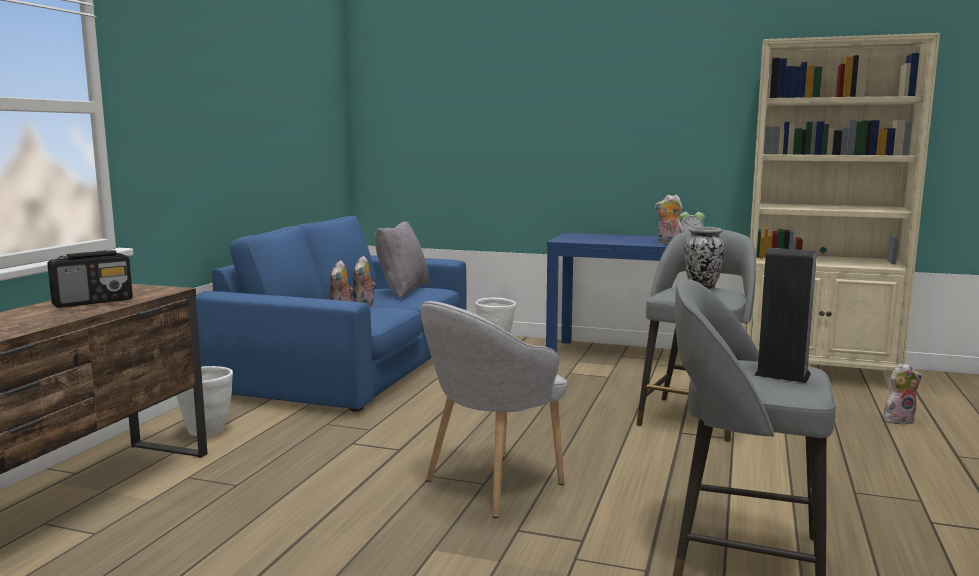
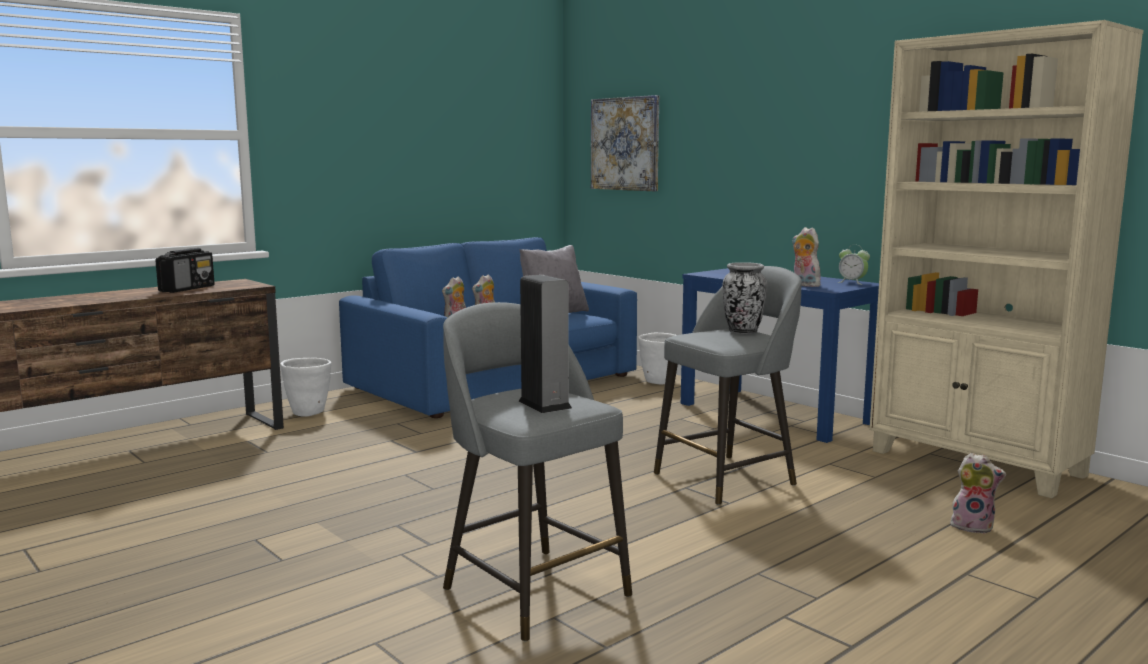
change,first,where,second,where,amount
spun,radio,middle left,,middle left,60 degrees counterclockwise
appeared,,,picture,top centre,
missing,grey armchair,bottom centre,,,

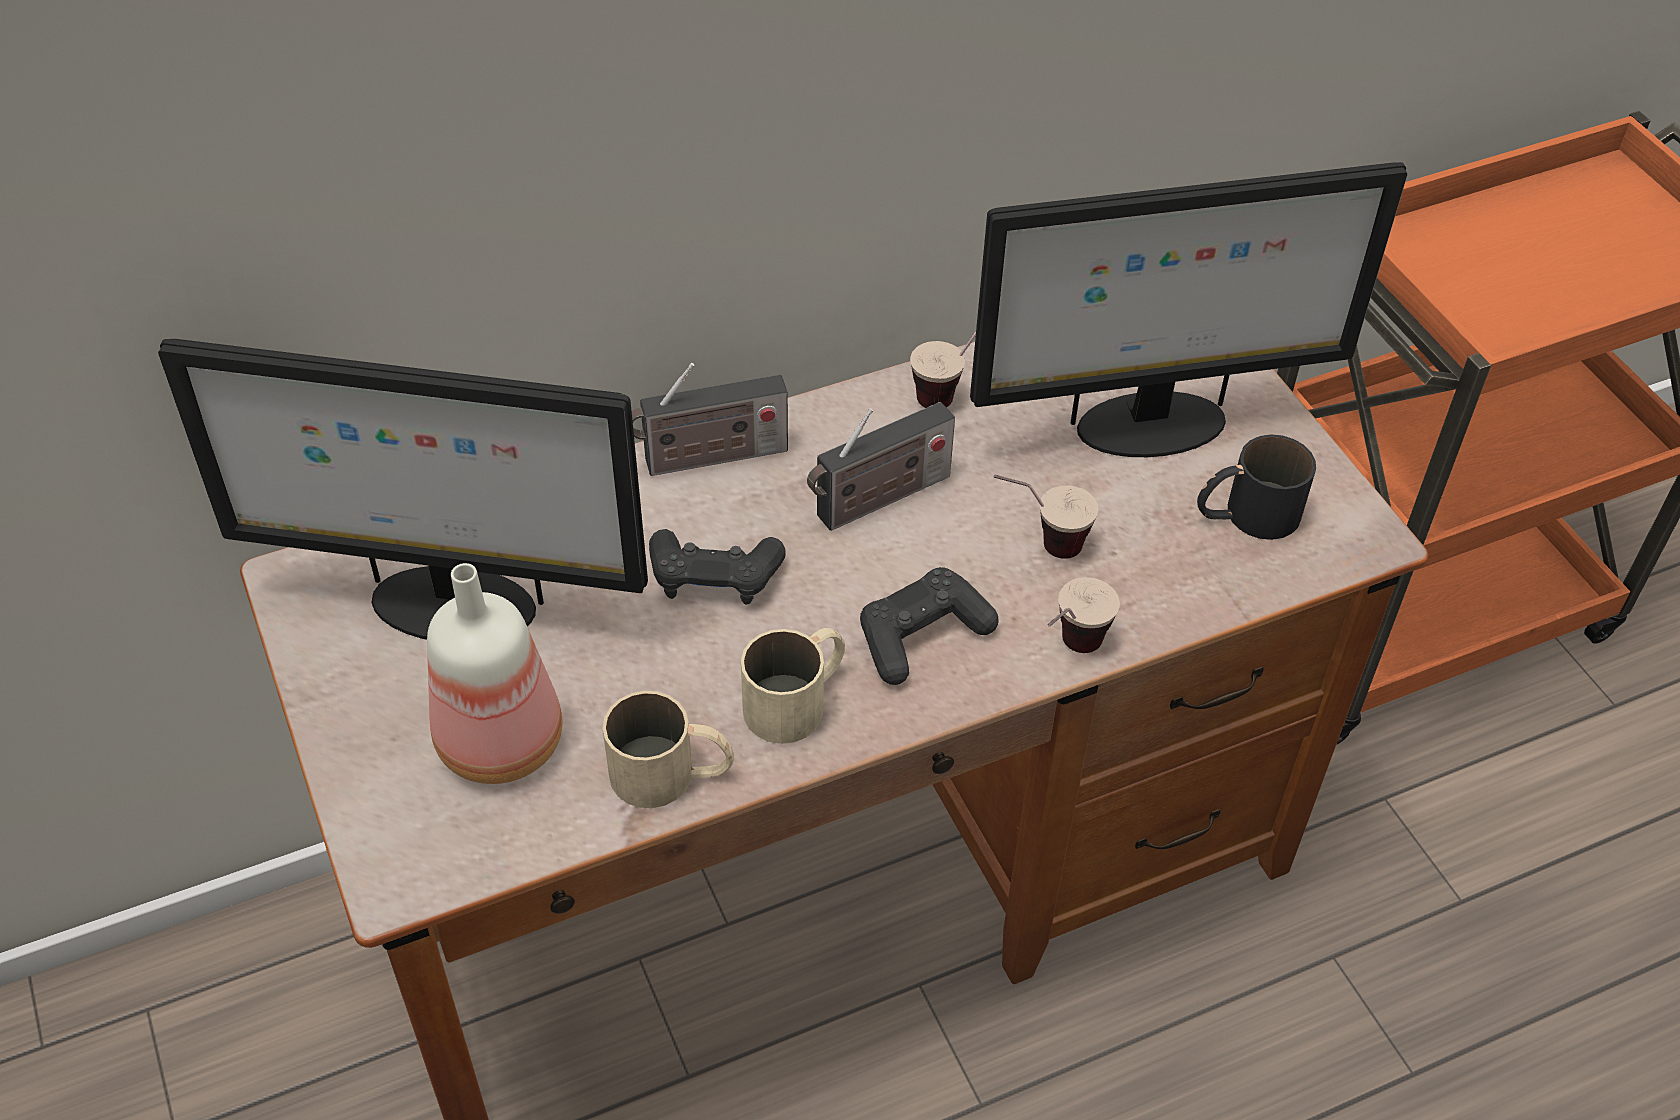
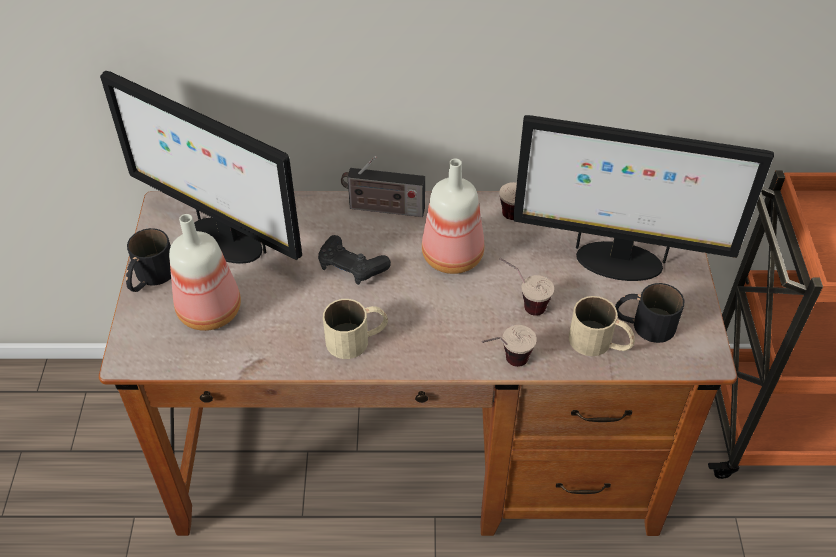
change,first,where,second,where,amount
appeared,,,black mug (no. 1 from left),middle left,
exchanged,radio (no. 2 from left),centre,bottle (no. 2 from left),centre,
relocated,beige mug (no. 1 from left in the first image),bottom centre,beige mug (no. 2 from left),middle right,
missing,black game controller (no. 2 from left),centre,,,

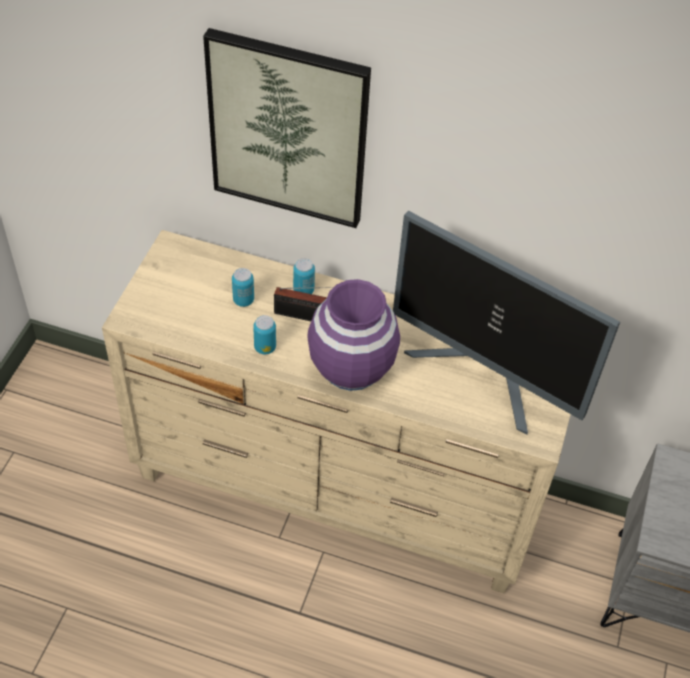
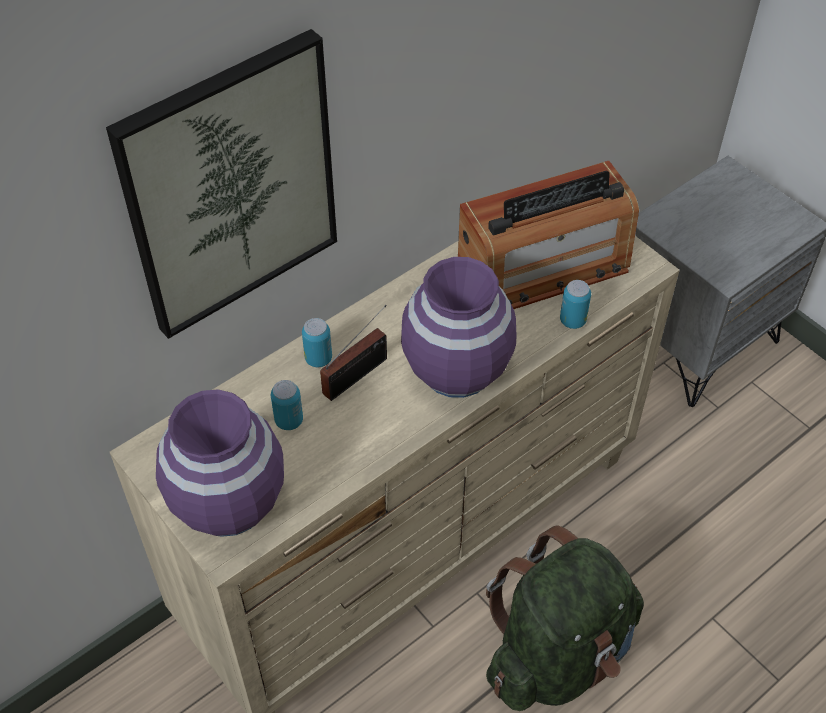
change,first,where,second,where,amount
appeared,,,purple vase (no. 1 from left),middle left,
exchanged,monitor,middle right,radio (no. 2 from left),top centre,
appeared,,,green backpack,bottom right,
relocated,can (no. 2 from left in the first image),centre,can (no. 3 from left),middle right,

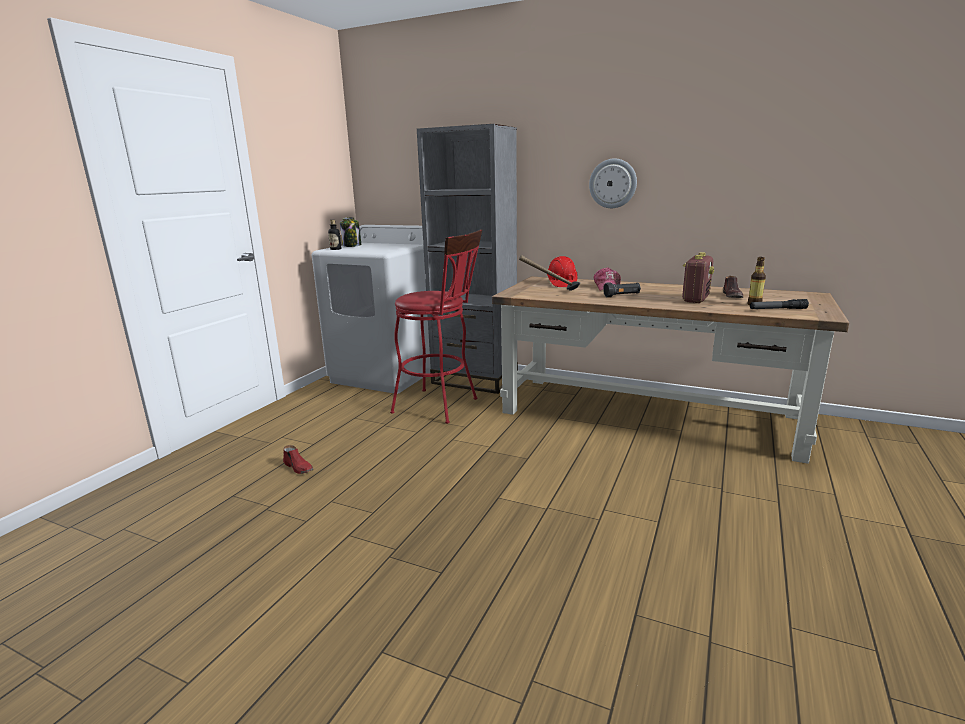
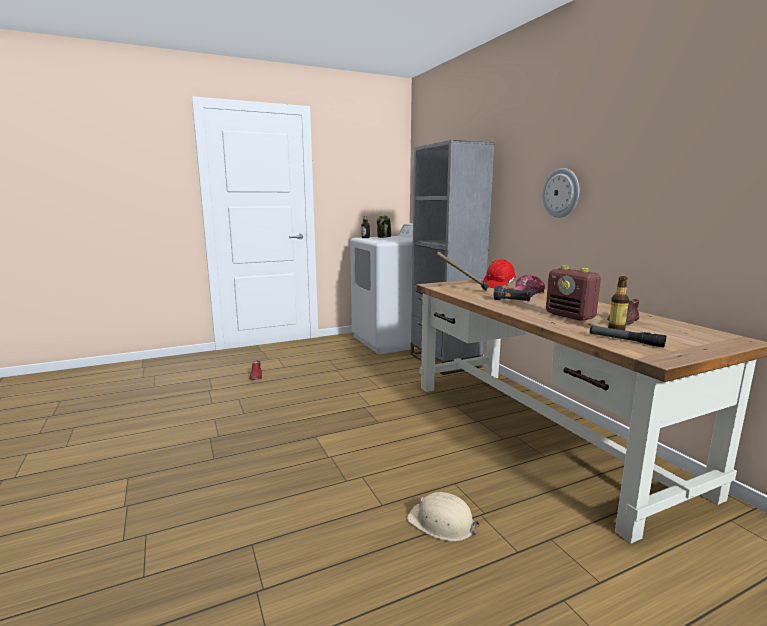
change,first,where,second,where,amount
appeared,,,beige hard hat,bottom centre,
spun,radio,middle right,,middle right,75 degrees clockwise
missing,red stool,centre,,,

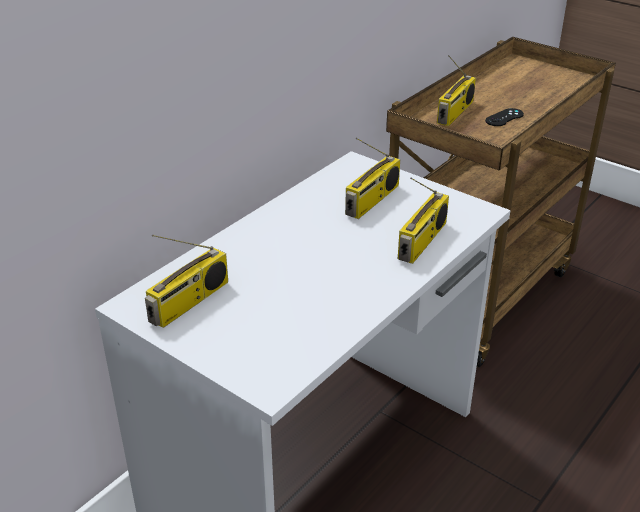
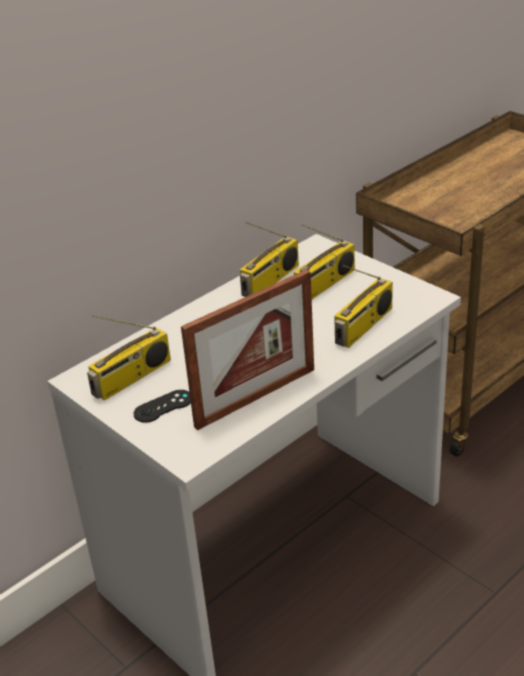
change,first,where,second,where,amount
relocated,black game controller,top right,,middle left,
appeared,,,picture frame,centre,
relocated,radio (no. 4 from left in the first image),top right,radio (no. 2 from left),centre,

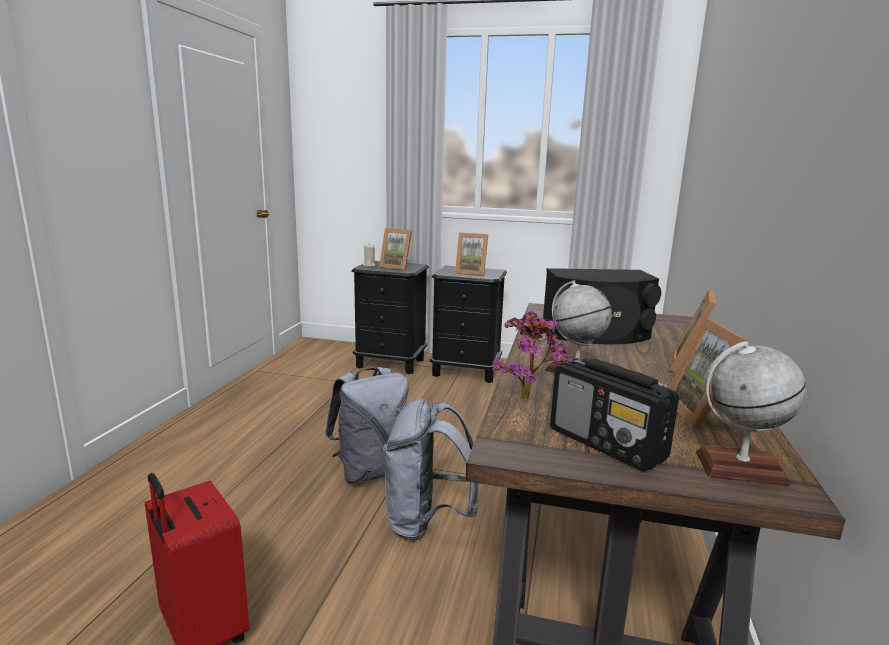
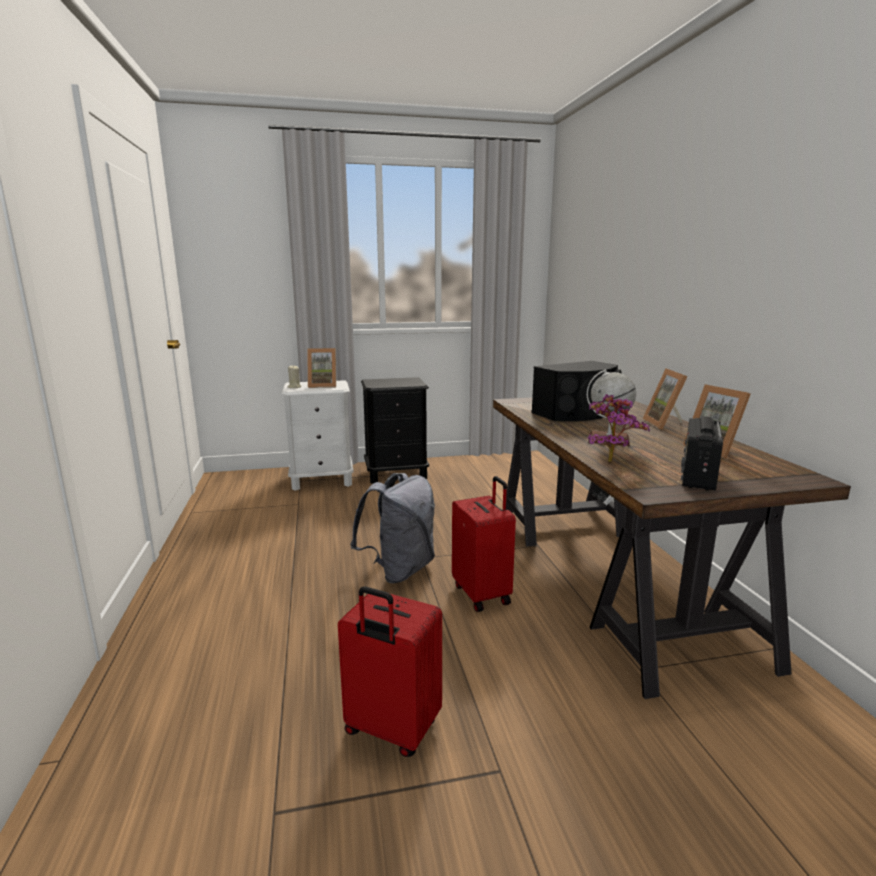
change,first,where,second,where,amount
colour,black nightstand (no. 1 from left),centre,white nightstand,centre,
exchanged,grey backpack (no. 2 from left),bottom centre,red suitcase (no. 2 from left),centre,
spun,radio,middle right,,middle right,90 degrees clockwise
missing,picture frame (no. 2 from left),centre,,,
missing,globe (no. 2 from left),middle right,,,

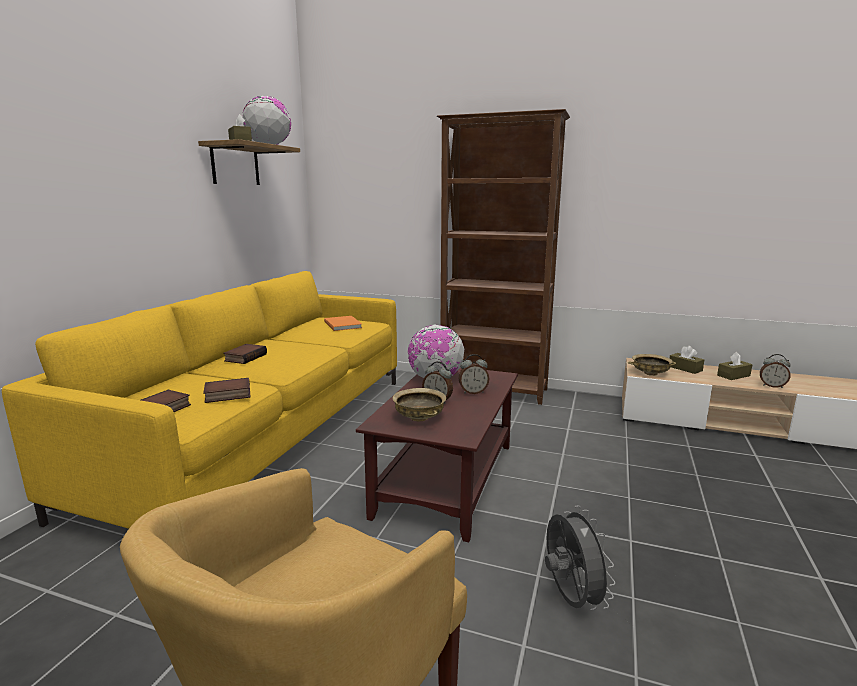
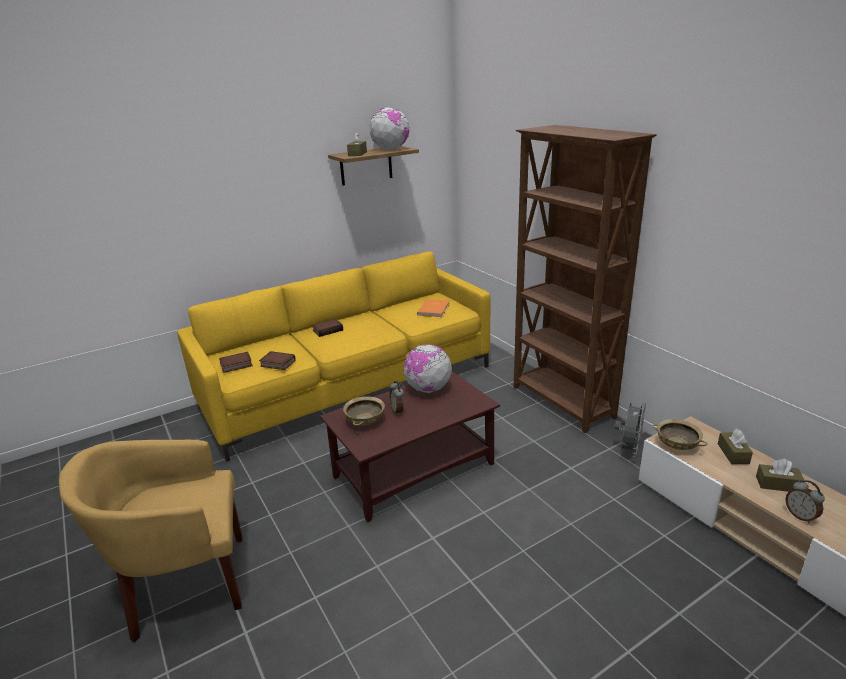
change,first,where,second,where,amount
relocated,grey fan,bottom right,,middle right,
missing,alarm clock (no. 2 from left),centre,,,

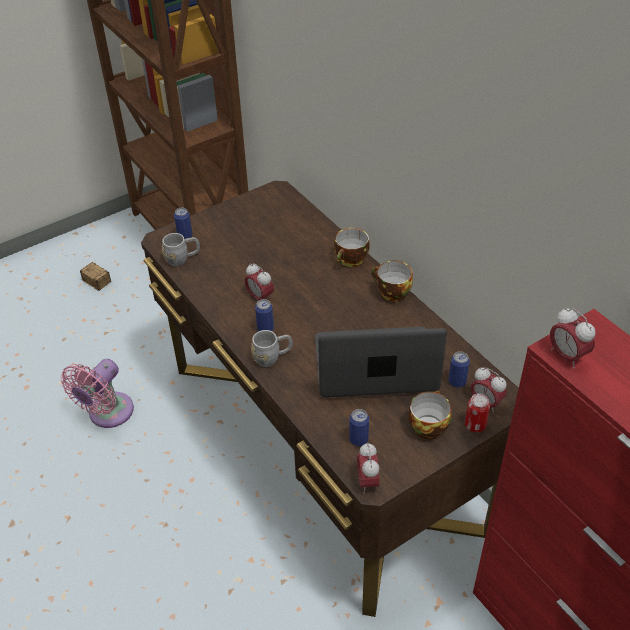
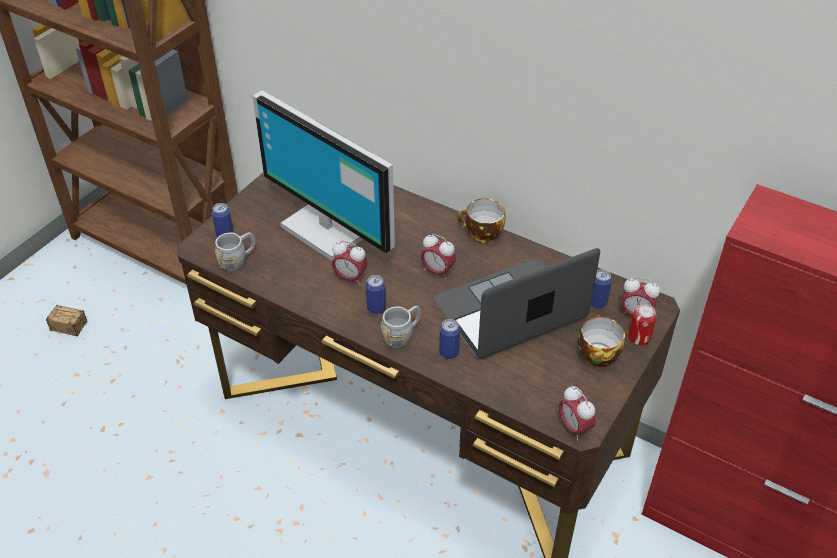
change,first,where,second,where,amount
appeared,,,monitor,top centre,
relocated,alarm clock (no. 4 from left in the first image),middle right,alarm clock (no. 2 from left),centre,
relocated,can (no. 3 from left),bottom centre,,centre,
missing,pink fan,middle left,,,
missing,cup (no. 1 from left),centre,,,

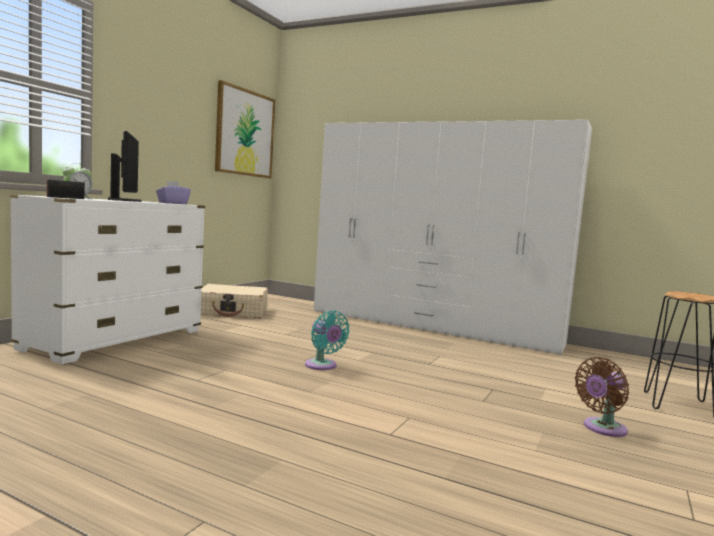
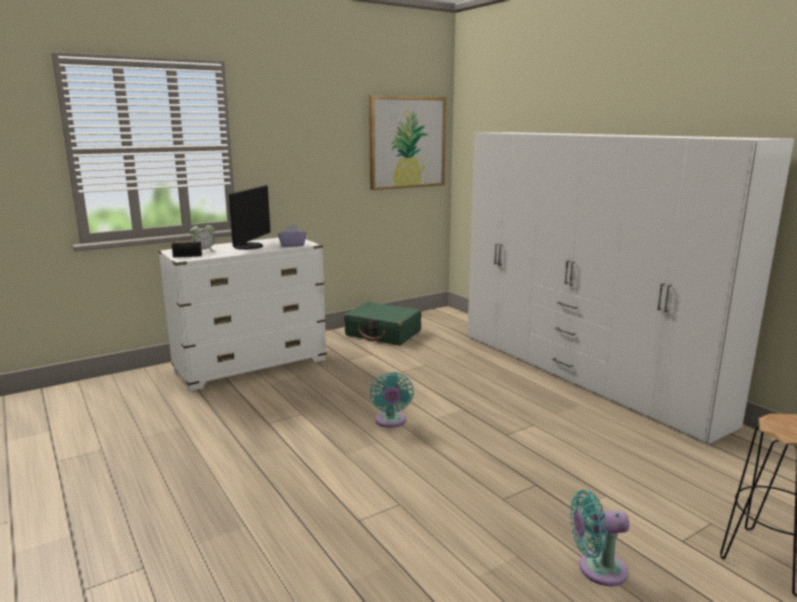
change,first,where,second,where,amount
colour,beige suitcase,middle left,green suitcase,centre,
colour,brown fan,bottom right,turquoise fan (no. 2 from left),bottom right,

